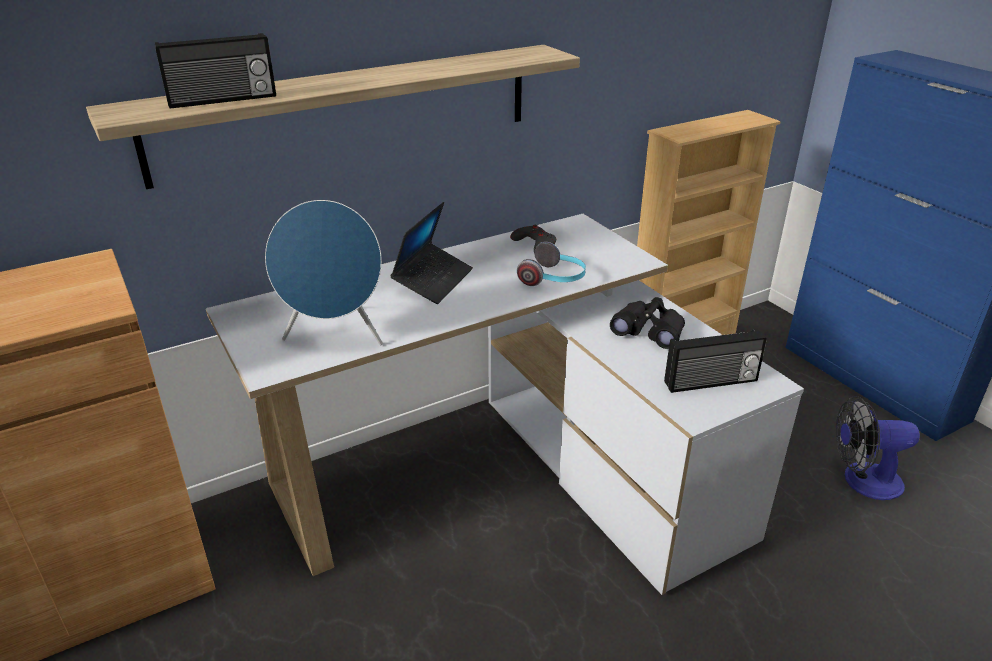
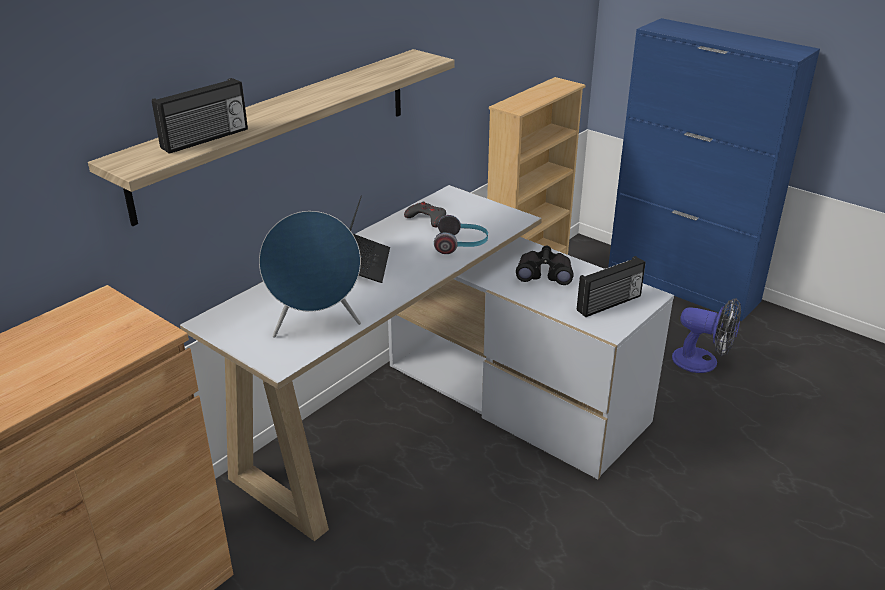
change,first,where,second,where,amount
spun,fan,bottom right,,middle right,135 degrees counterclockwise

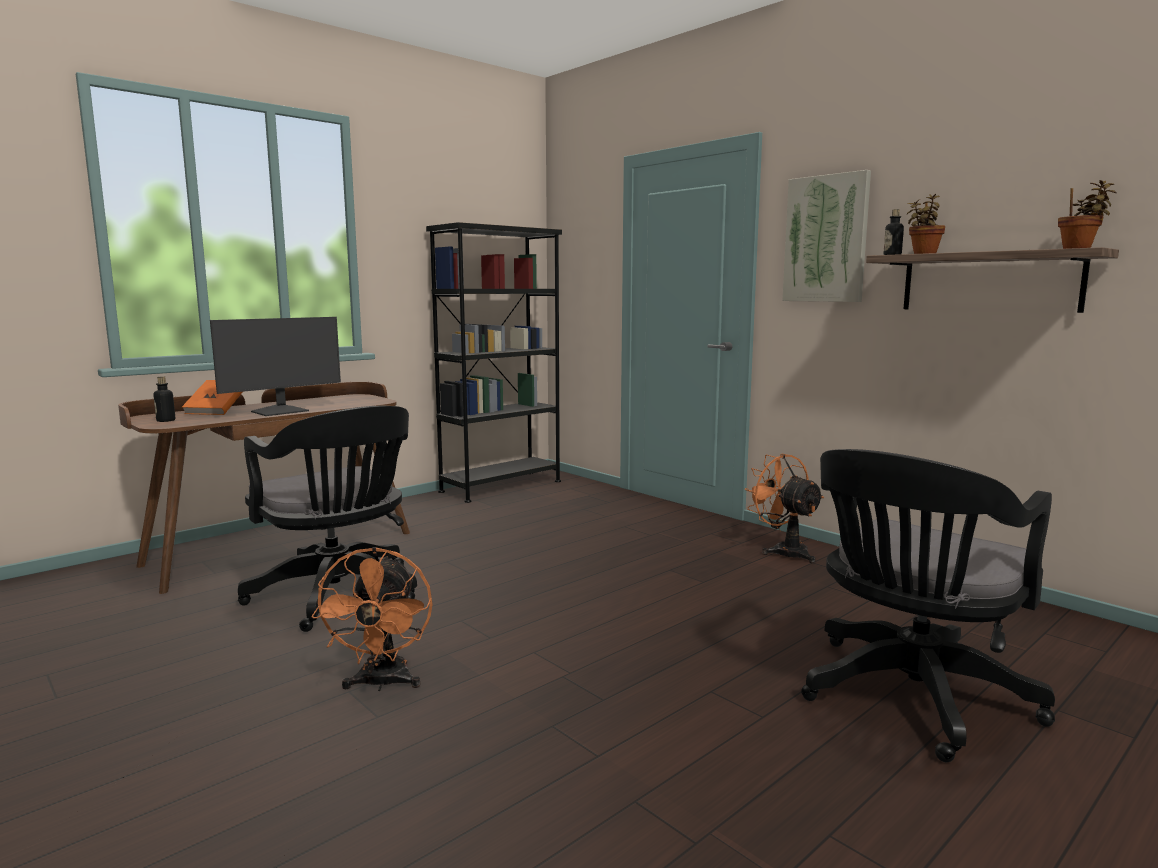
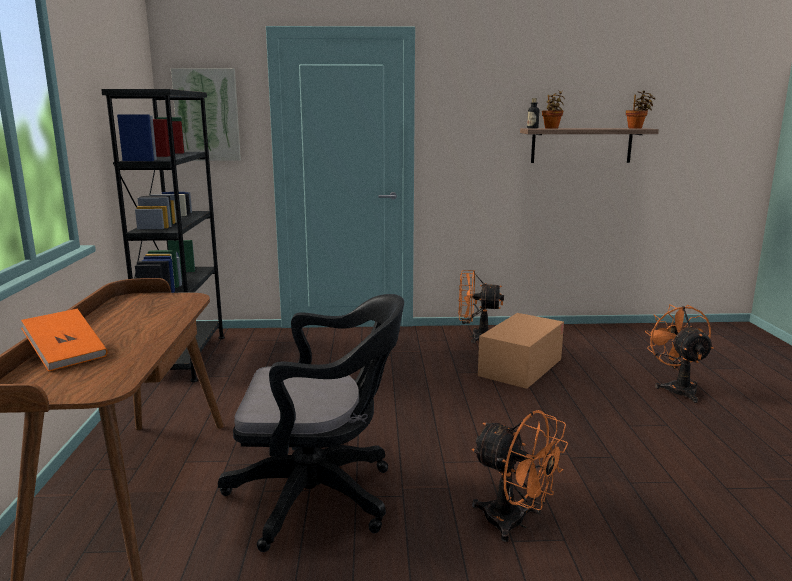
change,first,where,second,where,amount
relocated,picture,top right,,top left,
appeared,,,cardboard box,centre,
exchanged,black office chair (no. 2 from left),bottom right,orange fan (no. 3 from left),middle right,
missing,bottle (no. 1 from left),middle left,,,
missing,monitor,middle left,,,

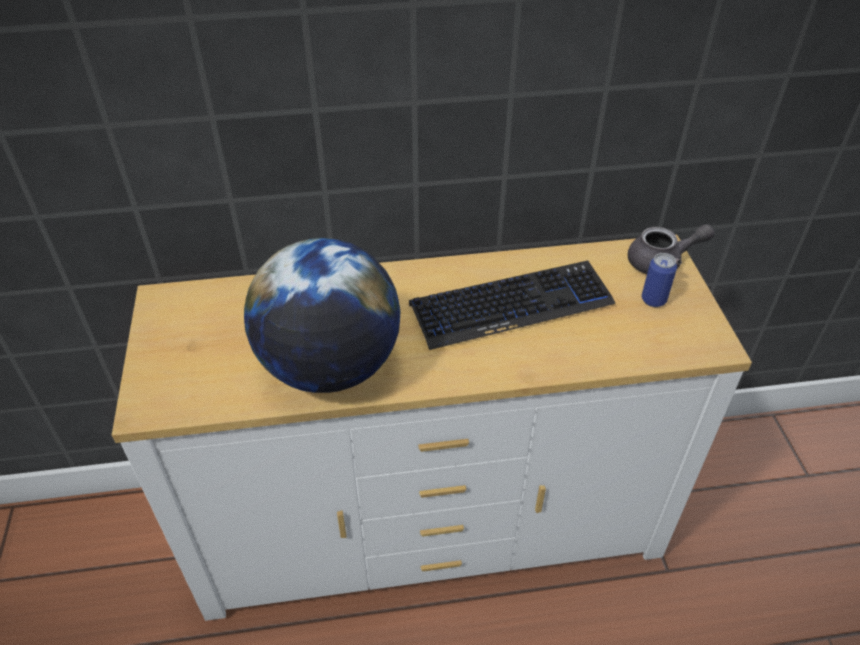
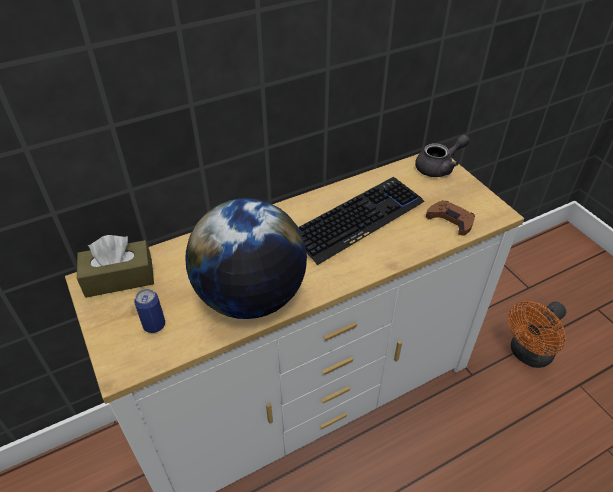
change,first,where,second,where,amount
appeared,,,brown tissue box,middle left,
relocated,can,middle right,,middle left,
appeared,,,brown game controller,middle right,
appeared,,,orange fan,bottom right,

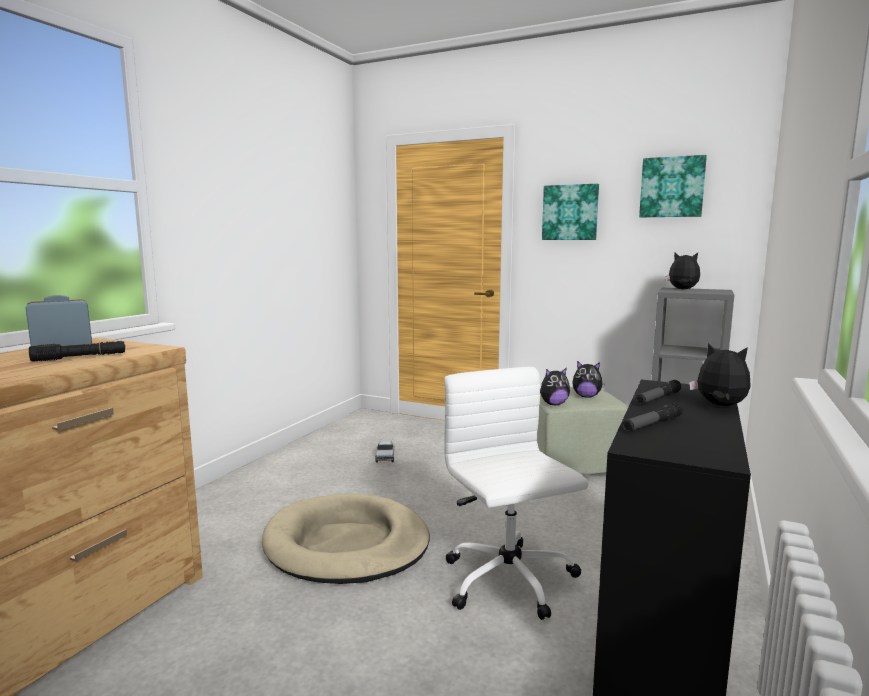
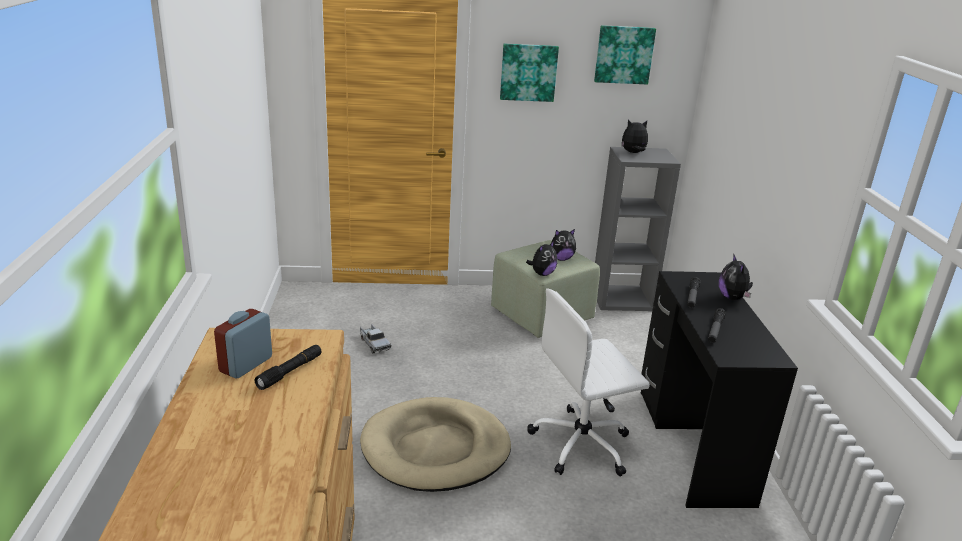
change,first,where,second,where,amount
spun,white office chair,bottom centre,,bottom centre,60 degrees counterclockwise
spun,plush toy (no. 4 from left),middle right,,middle right,105 degrees counterclockwise

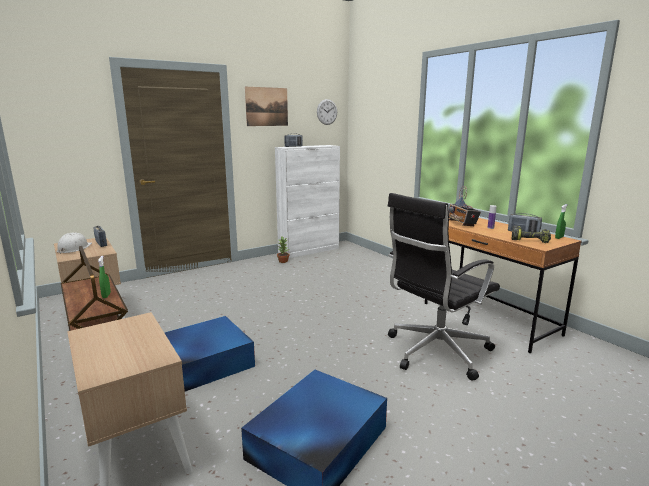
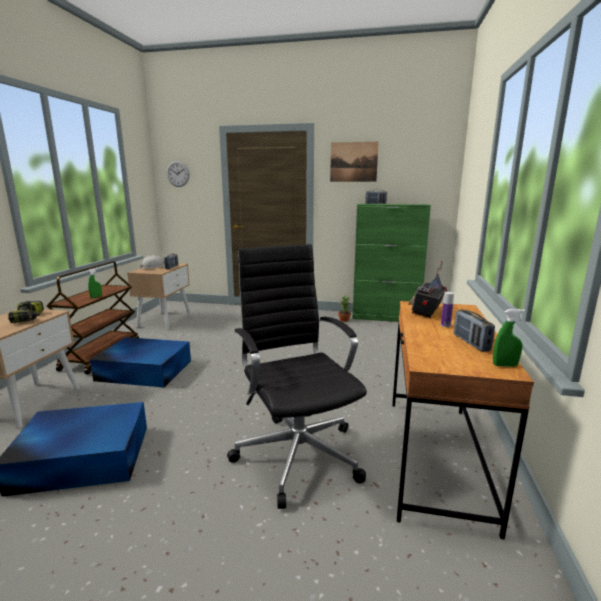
change,first,where,second,where,amount
relocated,power drill,middle right,,middle left,
relocated,wall clock,top centre,,top left,
spun,black office chair,middle right,,centre,60 degrees clockwise
colour,white cabinet,centre,green cabinet,centre,

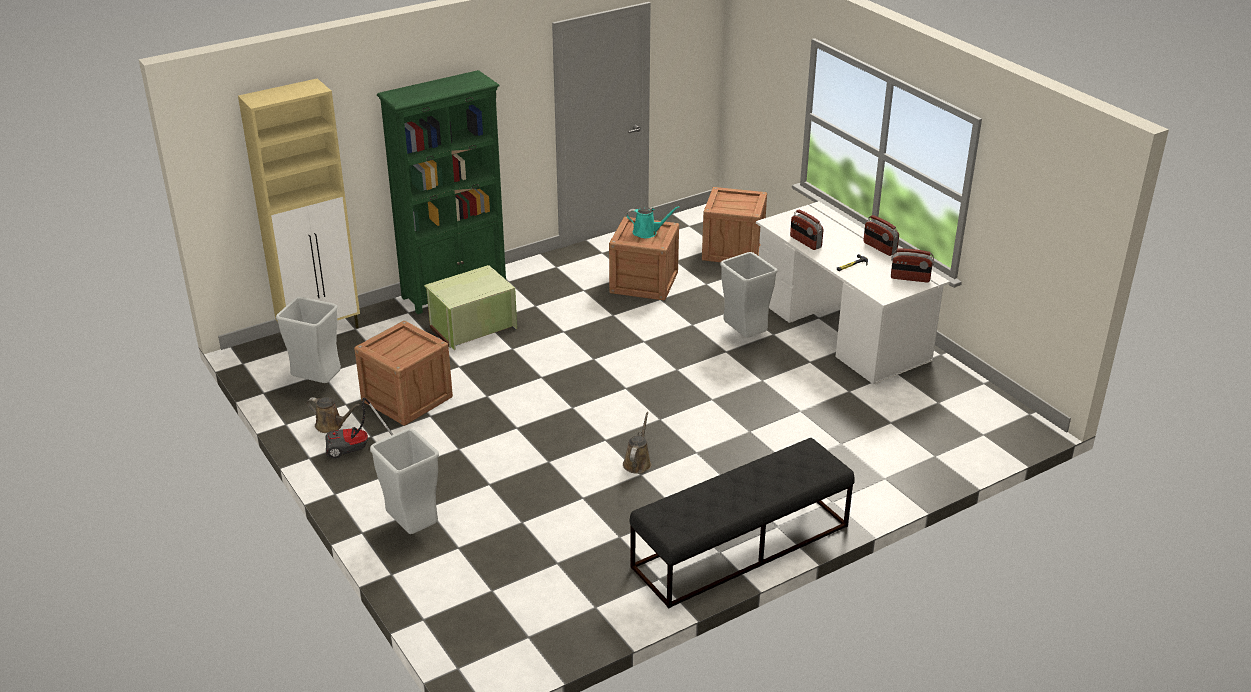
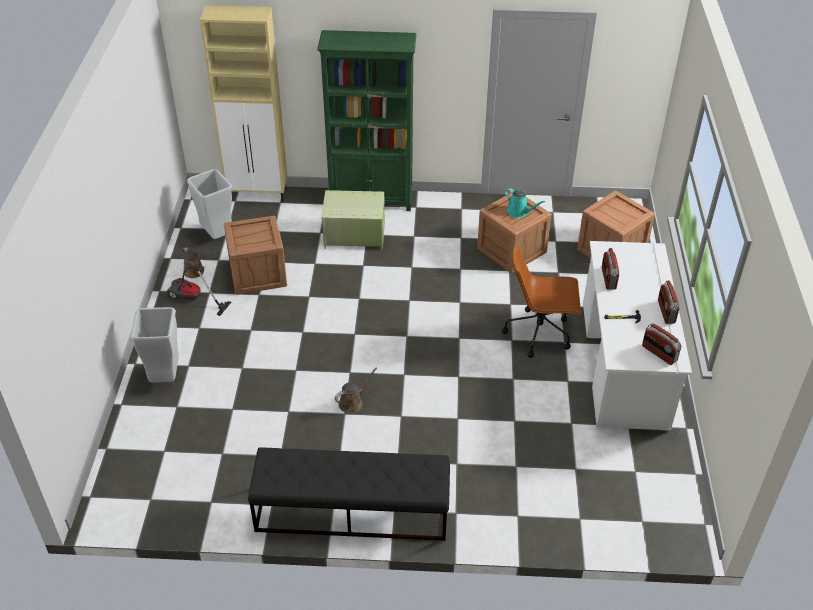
change,first,where,second,where,amount
exchanged,grey trash can (no. 3 from left),centre,brown office chair,centre,

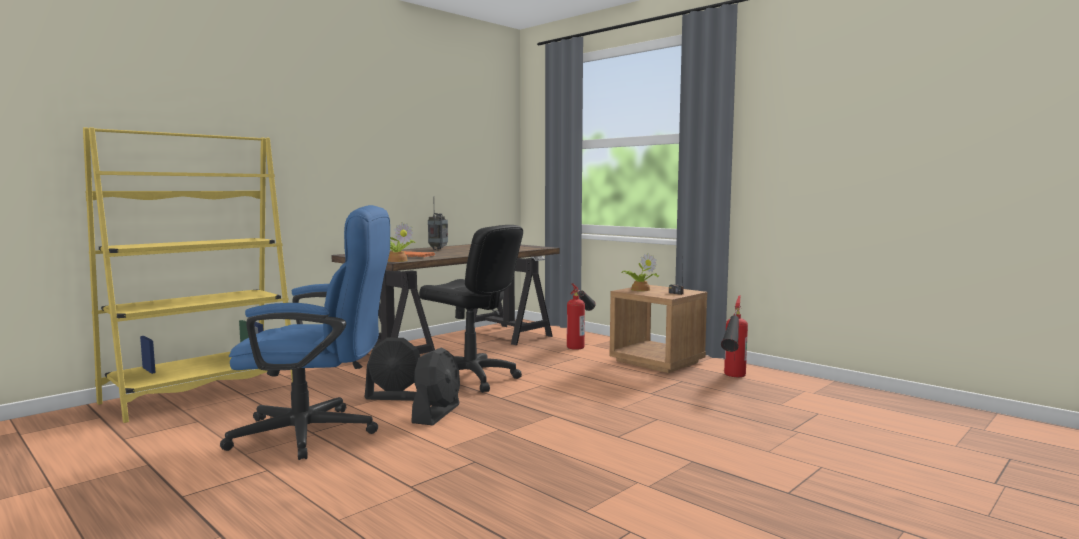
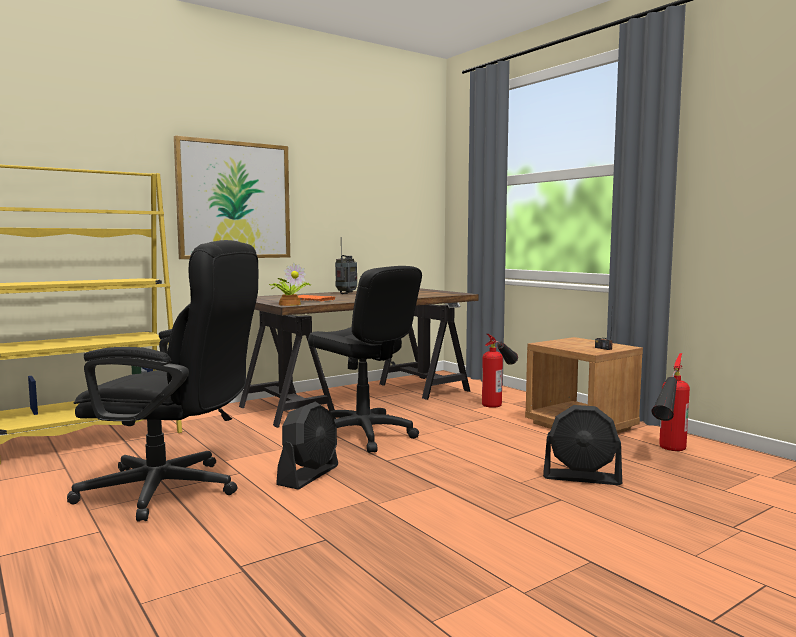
change,first,where,second,where,amount
colour,blue office chair,middle left,black office chair (no. 1 from left),middle left,
appeared,,,picture,top left,
relocated,black fan (no. 1 from left in the first image),bottom centre,black fan (no. 2 from left),bottom right,
missing,potted plant (no. 2 from left),centre,,,

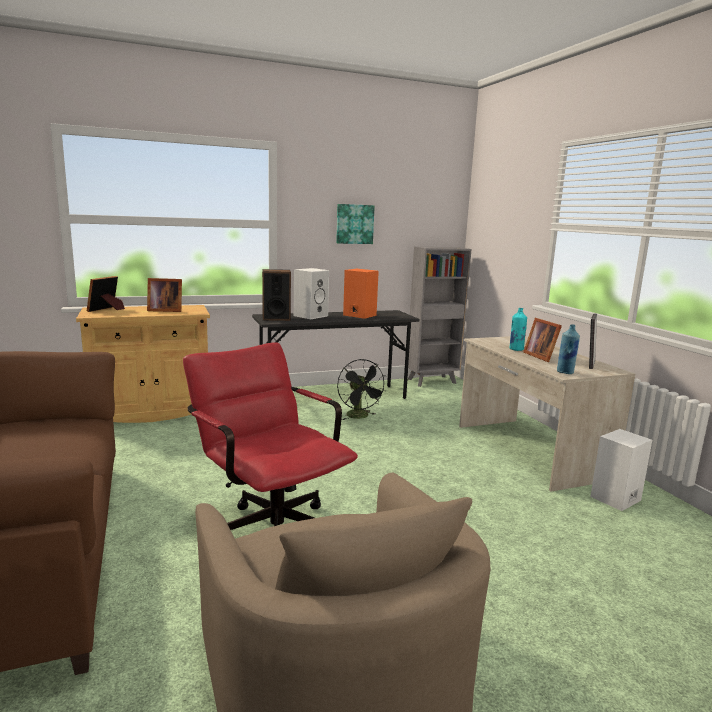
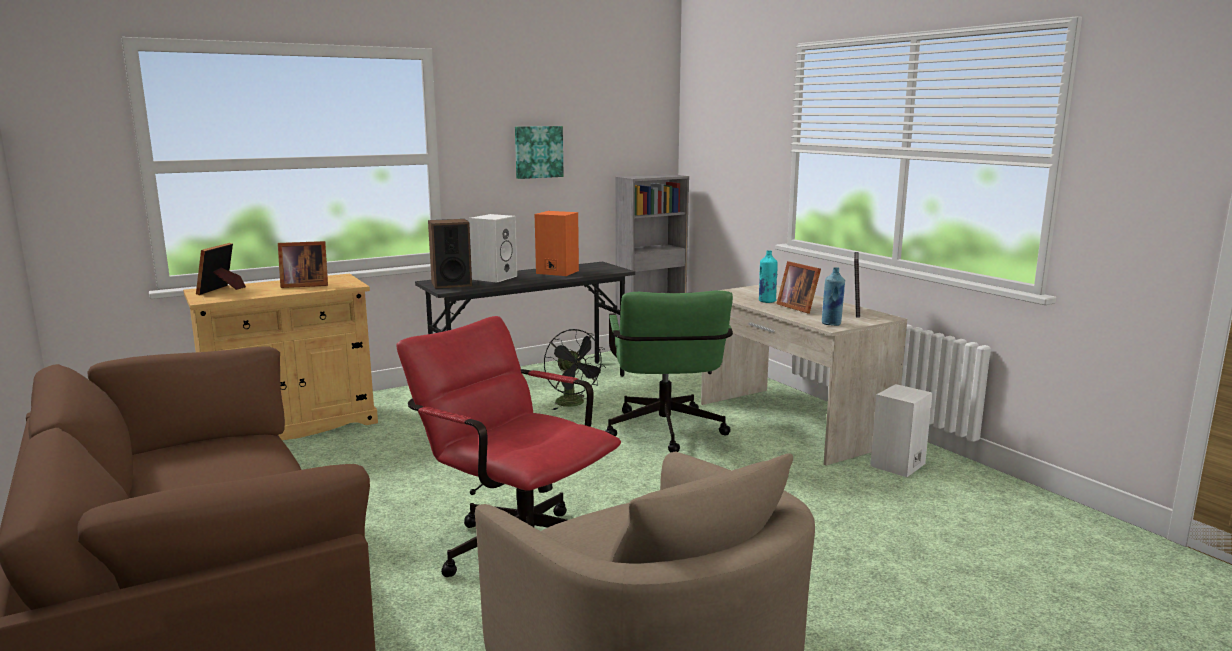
change,first,where,second,where,amount
appeared,,,green office chair,centre,

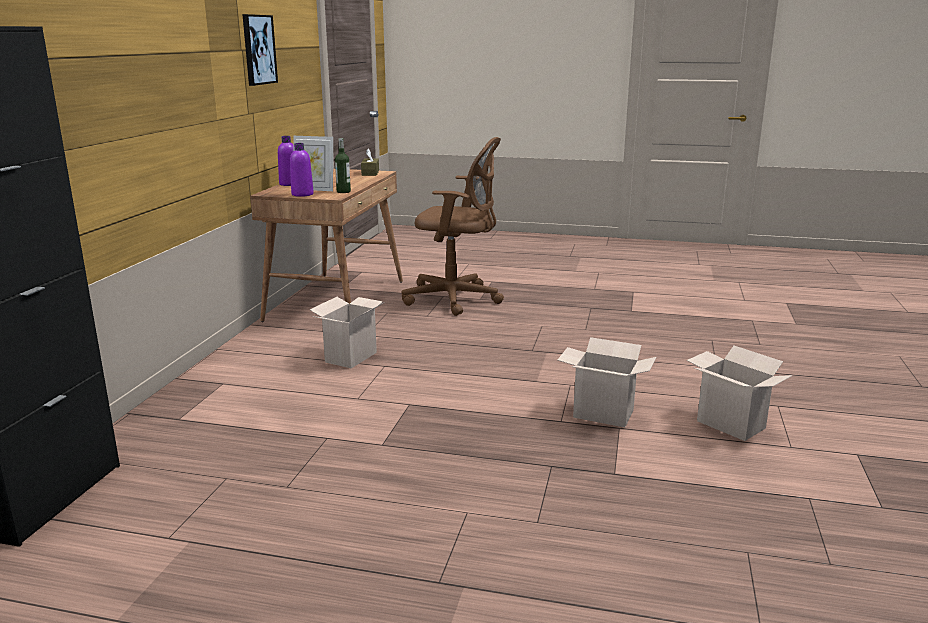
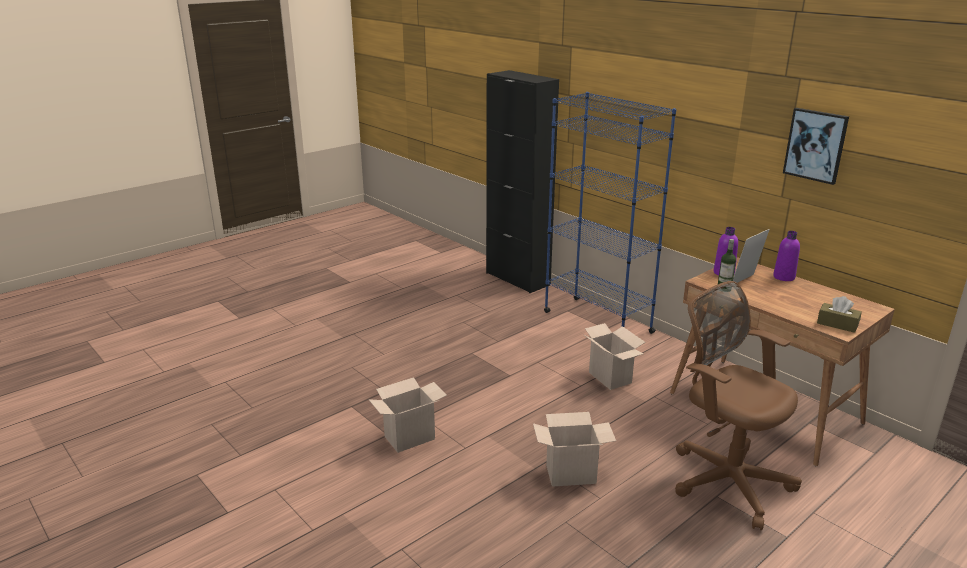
change,first,where,second,where,amount
relocated,cardboard box (no. 3 from left in the first image),middle right,cardboard box (no. 2 from left),bottom centre,
appeared,,,blue bookcase,centre,
spun,brown office chair,centre,,bottom right,90 degrees clockwise

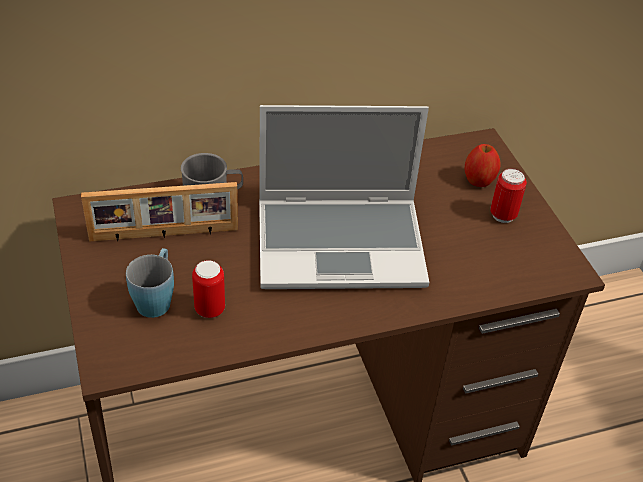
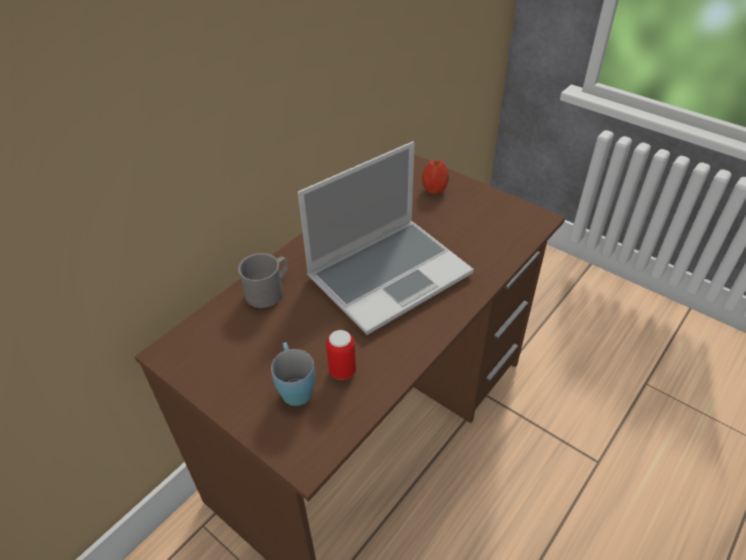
change,first,where,second,where,amount
missing,picture frame,middle left,,,
missing,can (no. 2 from left),middle right,,,

